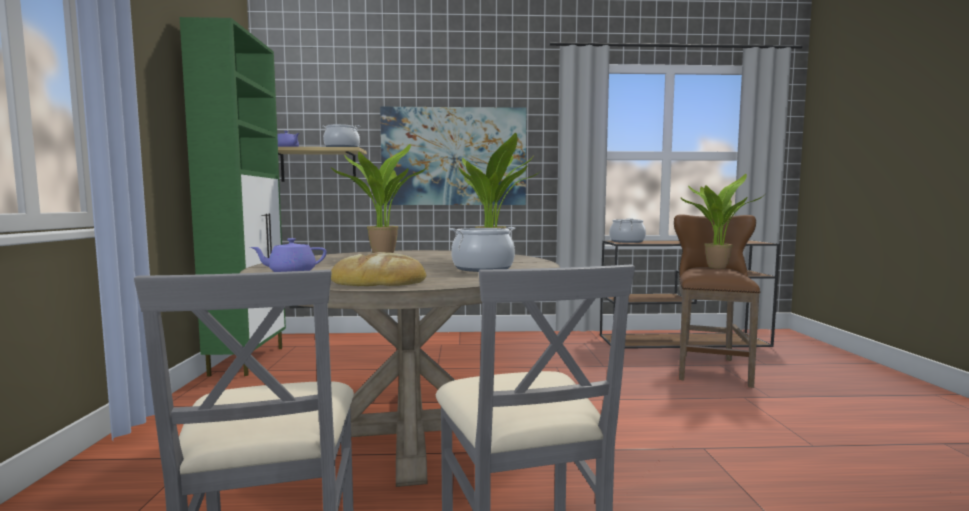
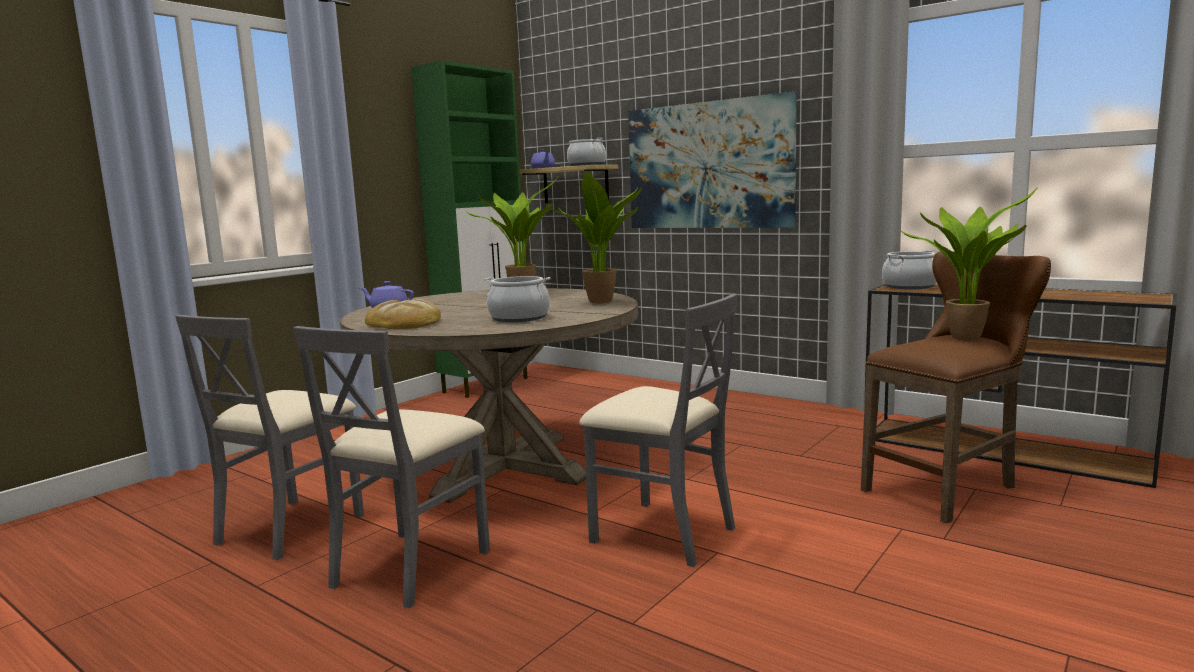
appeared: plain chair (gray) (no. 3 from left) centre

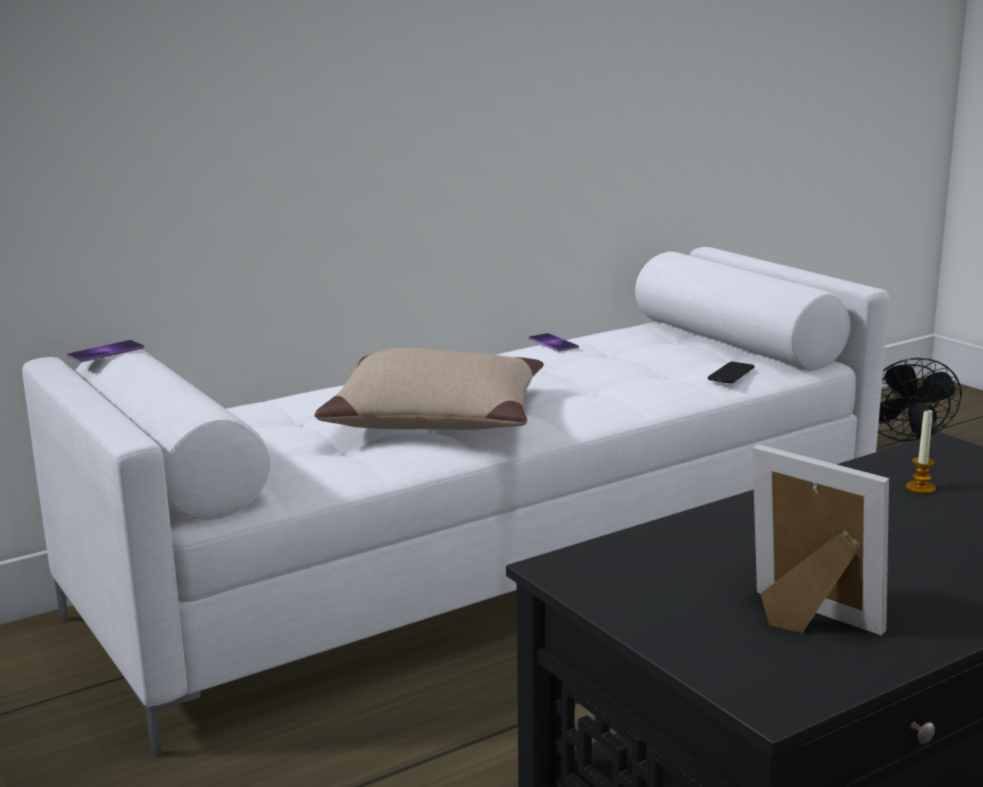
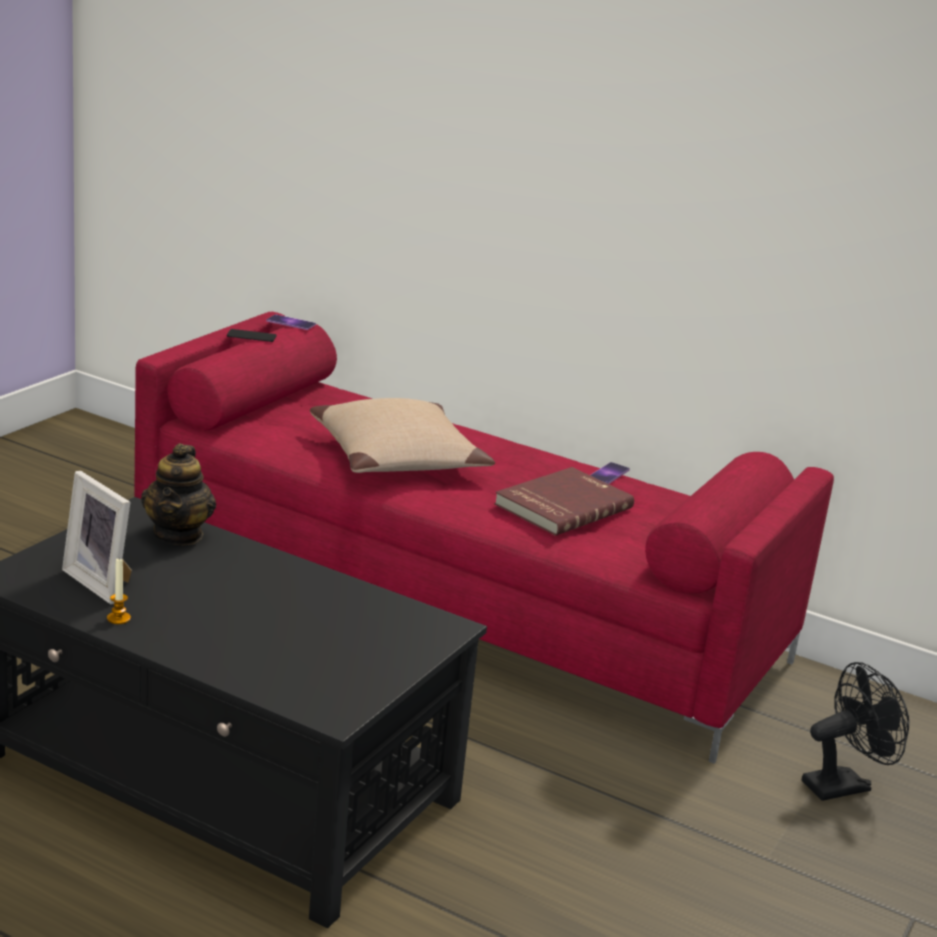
appeared: tea pot middle left; bound book (red-coloured) centre
relocated: telephone (no. 3 from left in the first image) middle right to telephone (no. 1 from left) middle left; candle middle right to middle left
colour: sofa (white-coloured) centre to sofa (red-coloured) centre
spun: picture frame bottom right = middle left 120 degrees clockwise

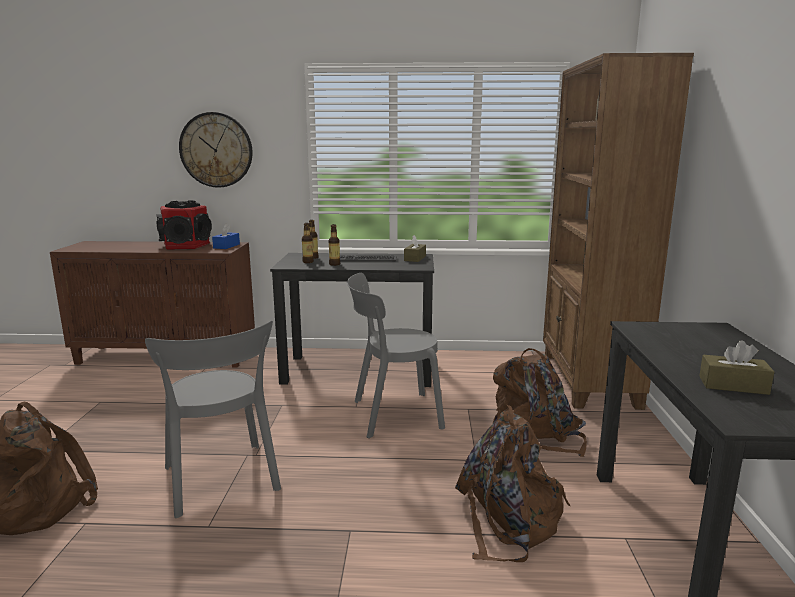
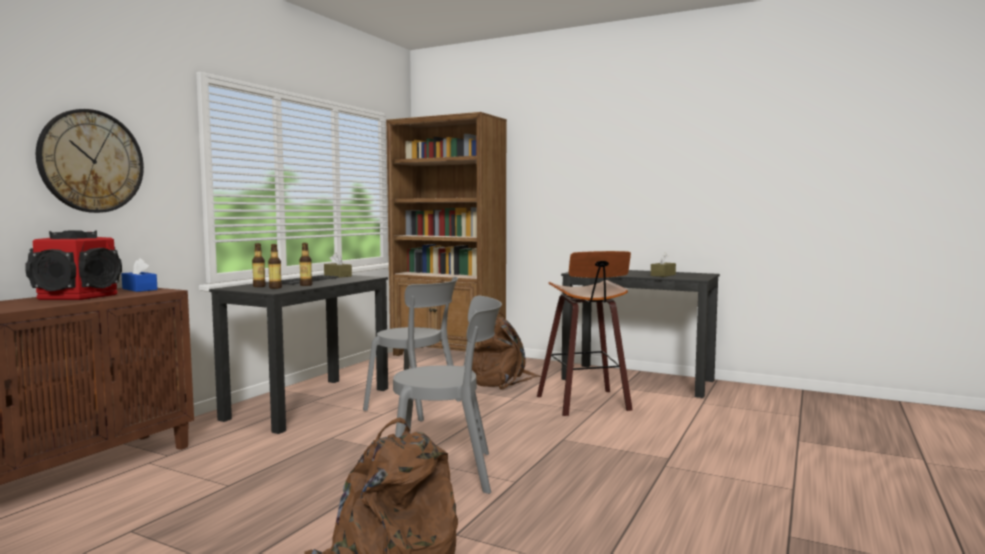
exchanged: knapsack (brownish) (no. 2 from left) bottom centre to stool seat centre
spun: plain chair (gray) (no. 2 from left in the first image) centre = centre 75 degrees counterclockwise

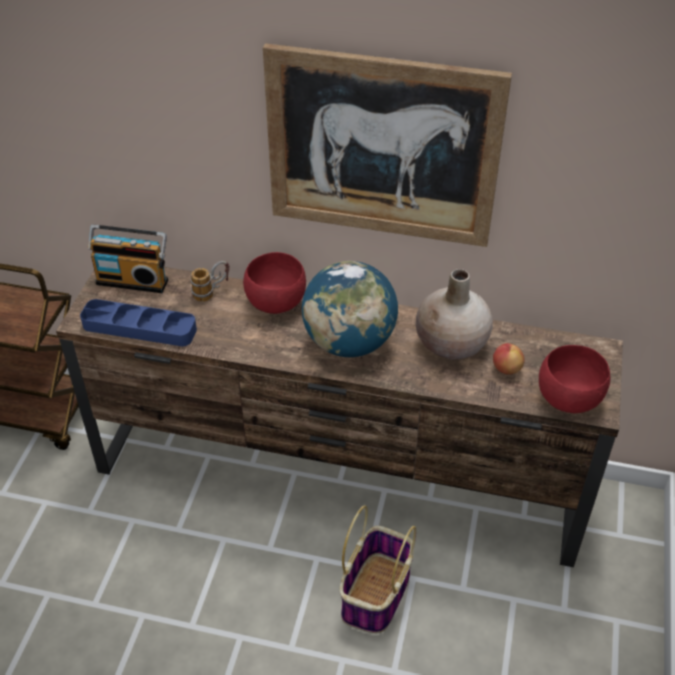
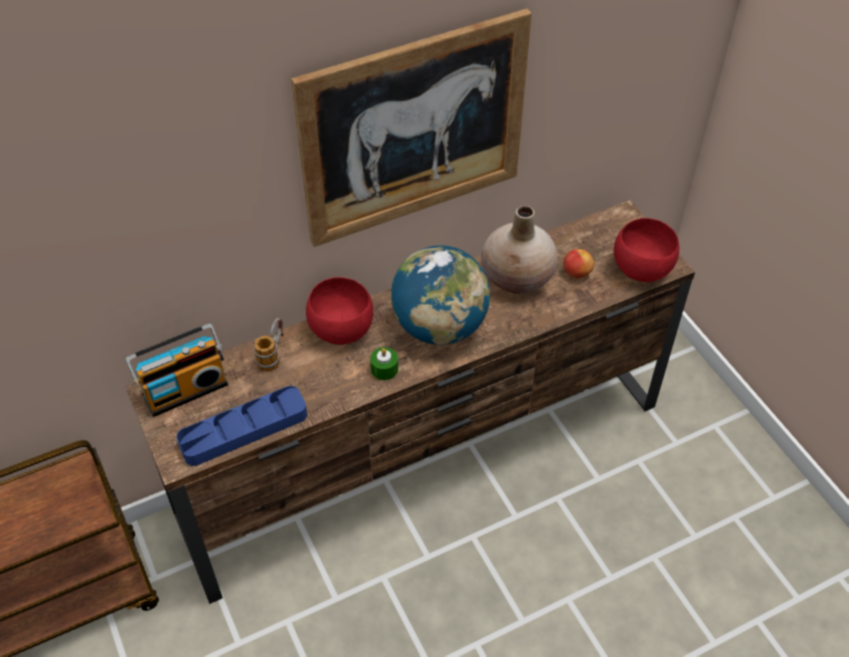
missing: basket bottom centre
appeared: candle (greenish) centre

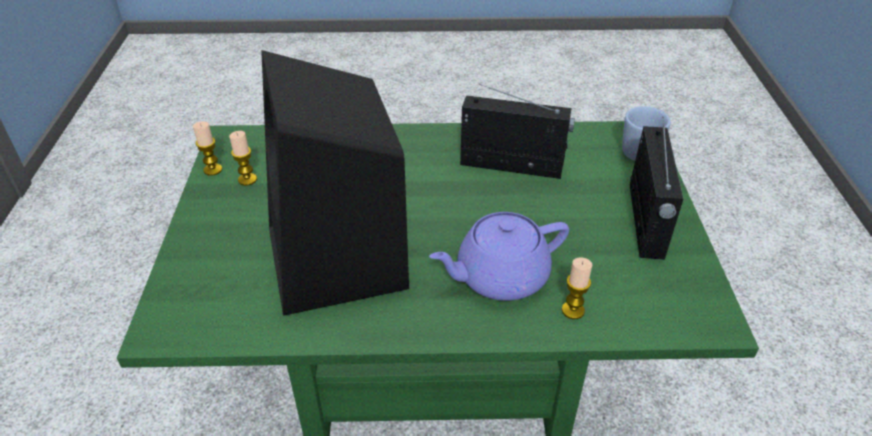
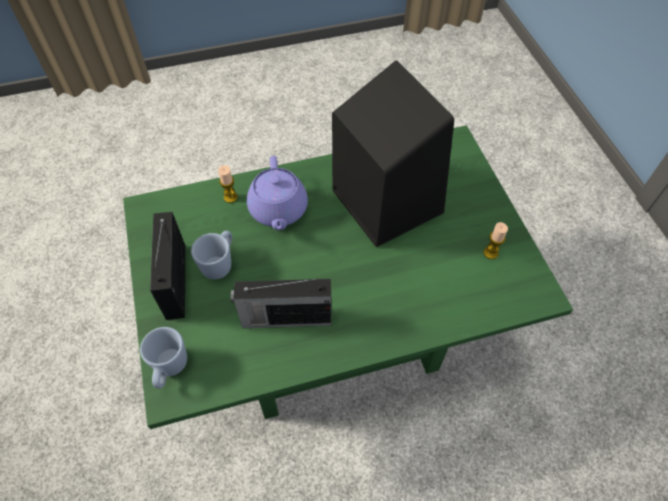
missing: candle (no. 1 from left) middle left
appeared: tea mug (blue-coloured) (no. 2 from left) middle left
spun: tea pot (purplish) centre = centre 120 degrees clockwise

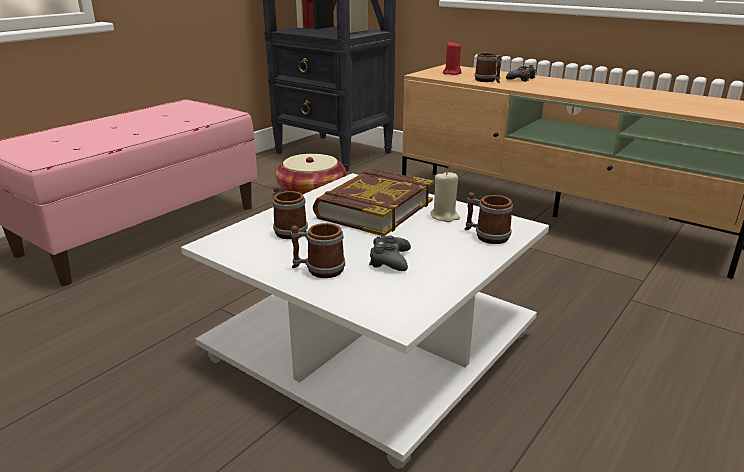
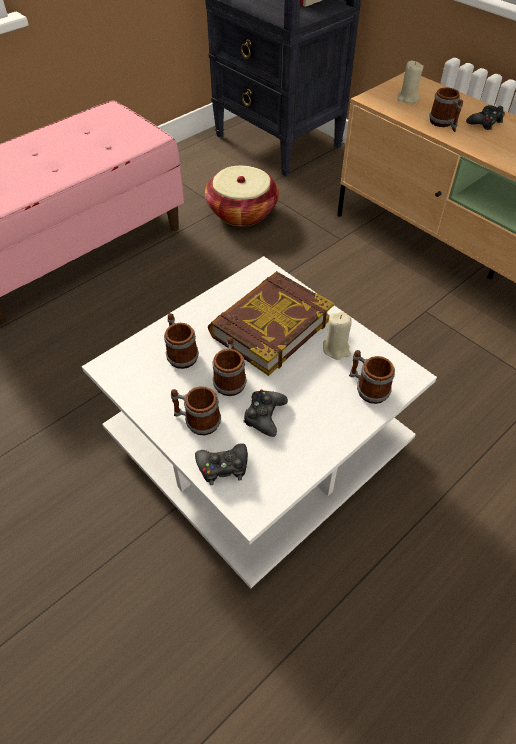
appeared: joypad (blackish) (no. 1 from left) centre; tea mug (no. 3 from left) centre
colour: candle (red-coloured) top centre to candle (beige) (no. 2 from left) top right

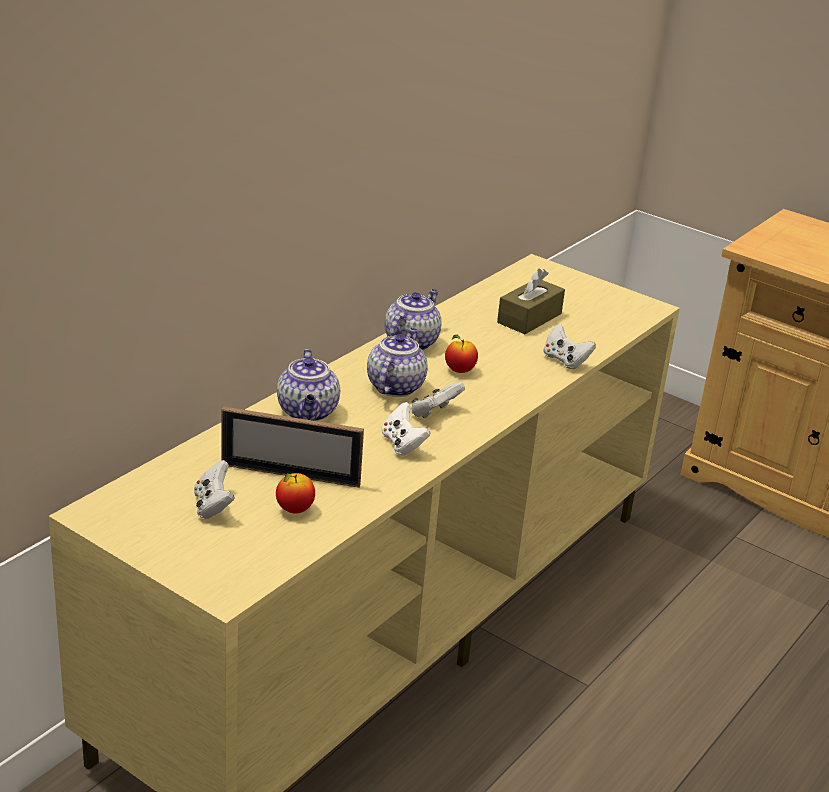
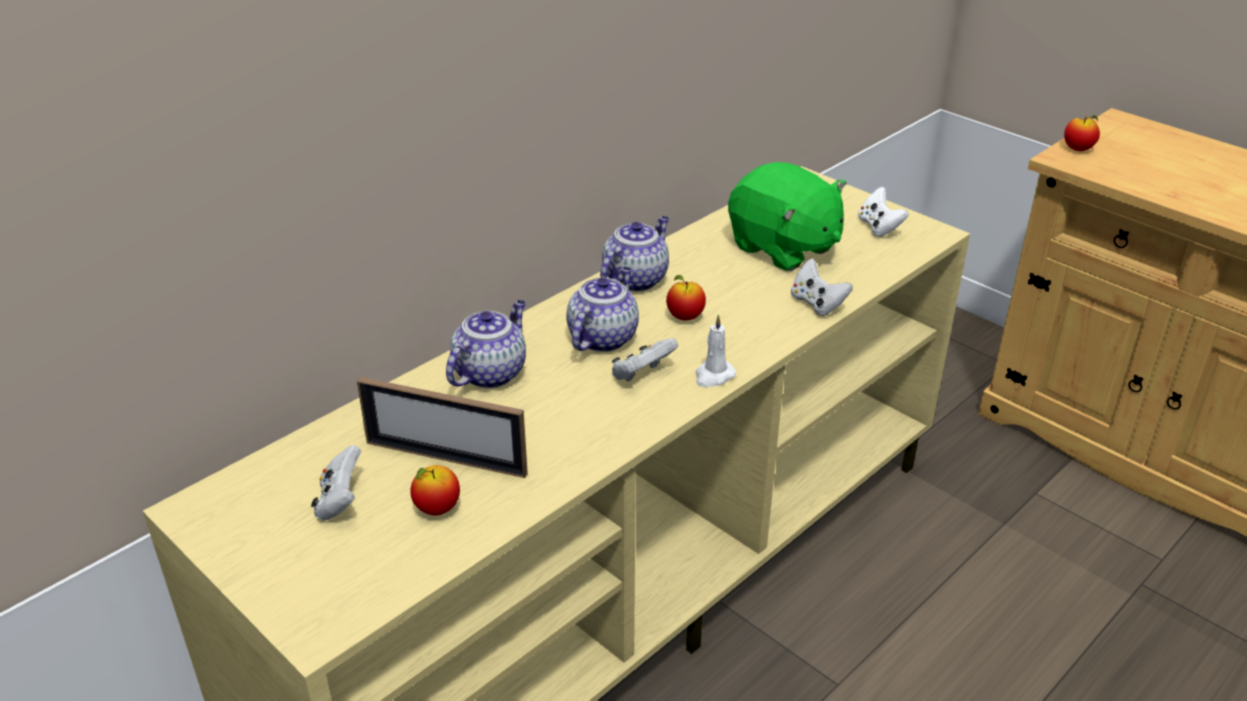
appeared: candle (white-coloured) centre; apple fruit (no. 3 from left) top right
relocated: joypad (white-coloured) (no. 2 from left in the first image) centre to joypad (white-coloured) (no. 4 from left) top right
exchanged: tissue holder (brownish) centre to cuddly toy (greenish) top centre
spun: tea pot (no. 1 from left) centre = centre 150 degrees counterclockwise

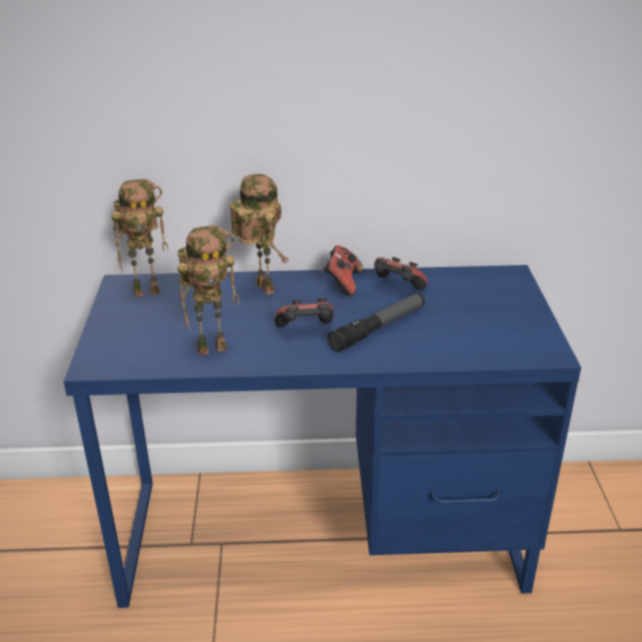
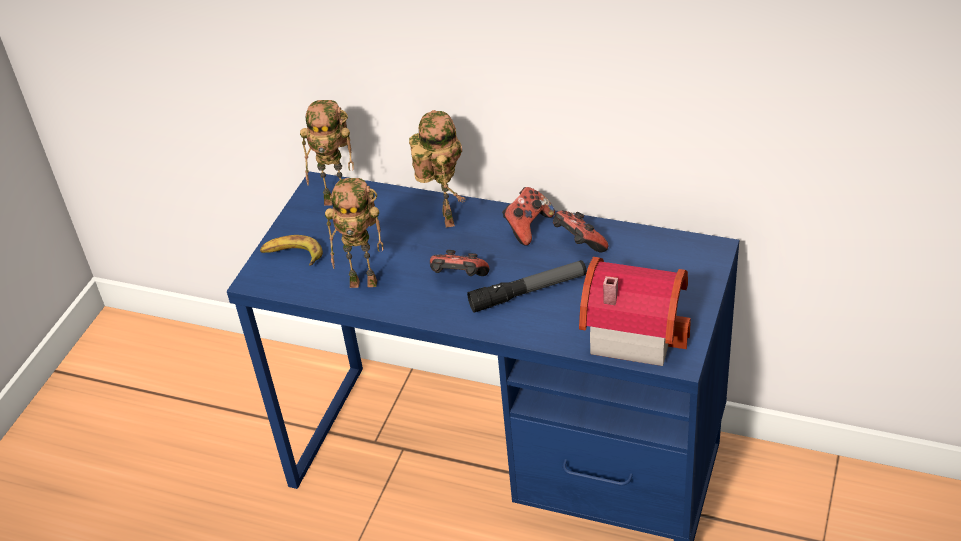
appeared: banana middle left; model house centre

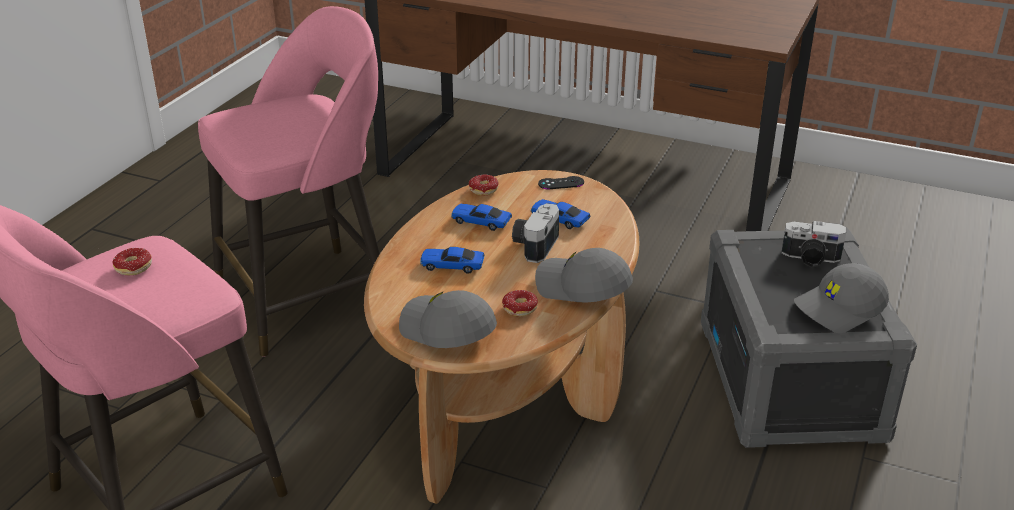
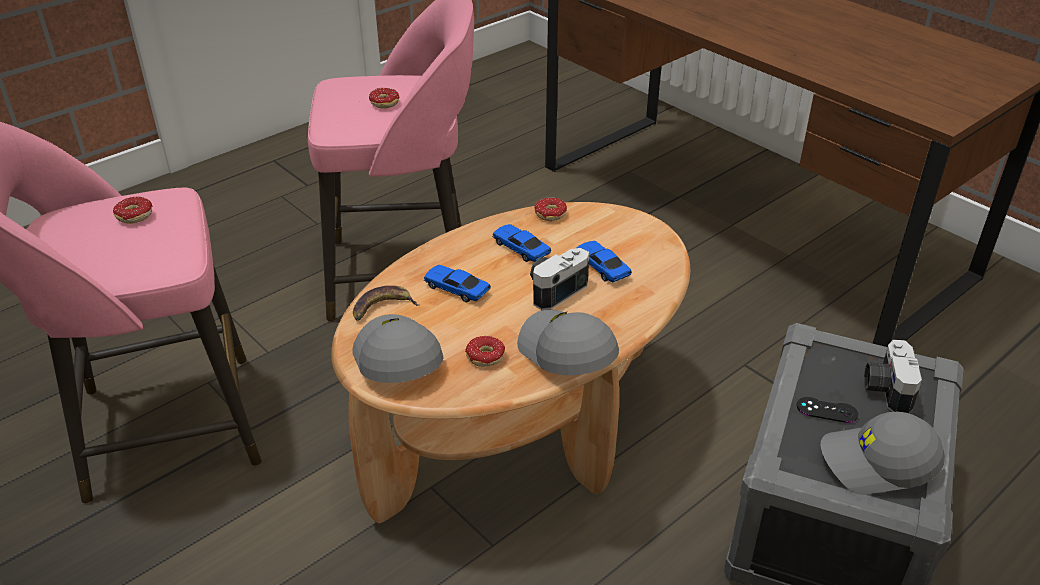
appeared: banana centre; donut (no. 2 from left) top centre
relocated: joypad (blackish) centre to bottom right
spun: photo camera (no. 2 from left) middle right = middle right 60 degrees clockwise

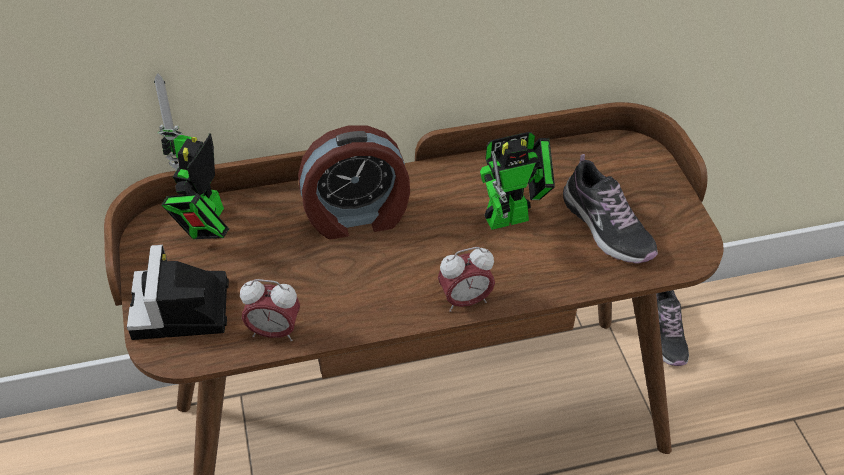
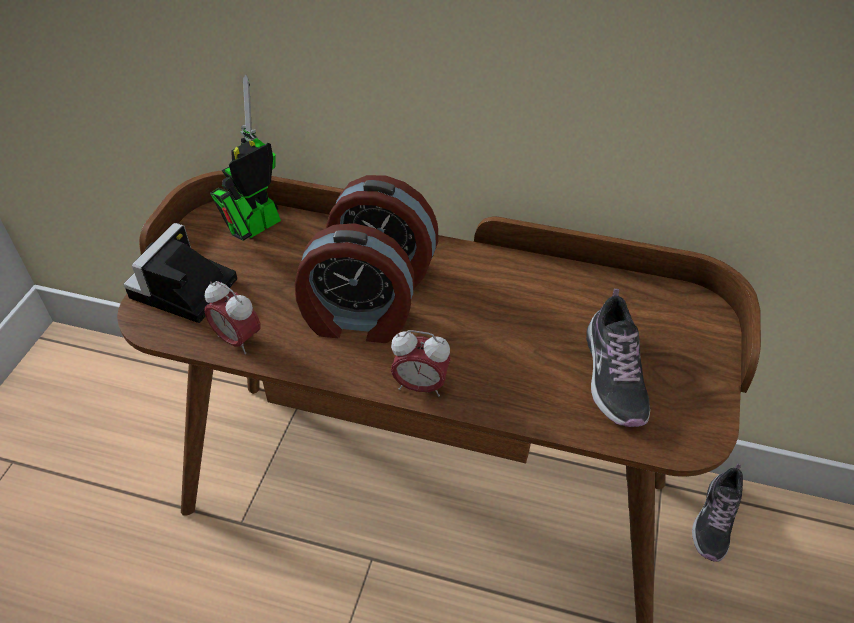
missing: toy robot (no. 2 from left) centre
appeared: bedside clock (no. 2 from left) centre

